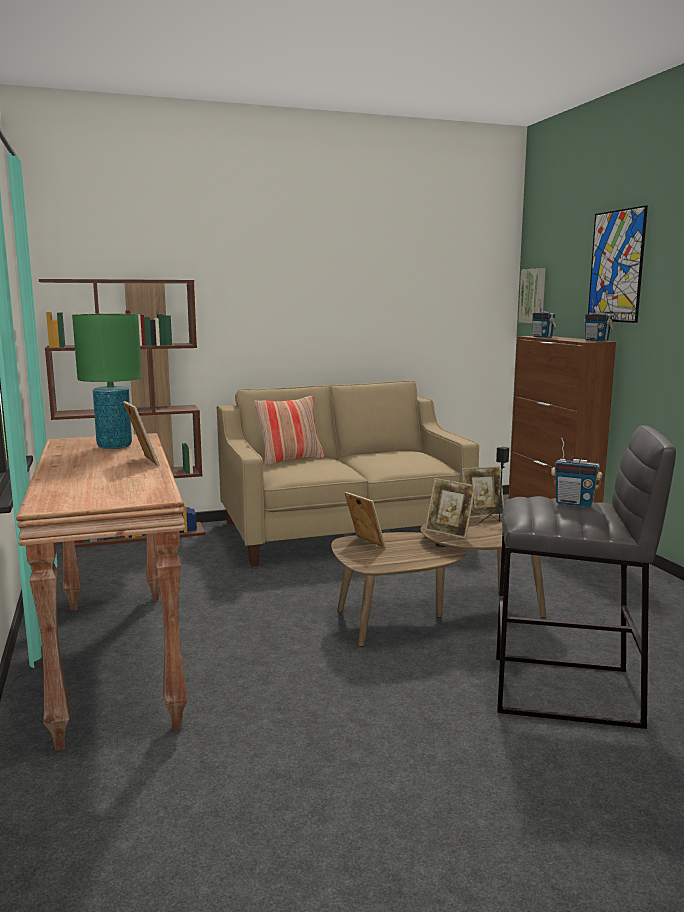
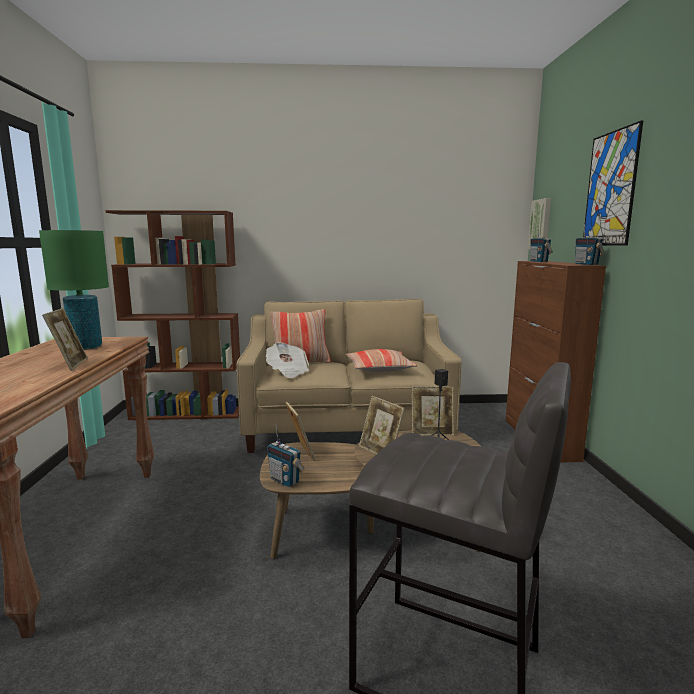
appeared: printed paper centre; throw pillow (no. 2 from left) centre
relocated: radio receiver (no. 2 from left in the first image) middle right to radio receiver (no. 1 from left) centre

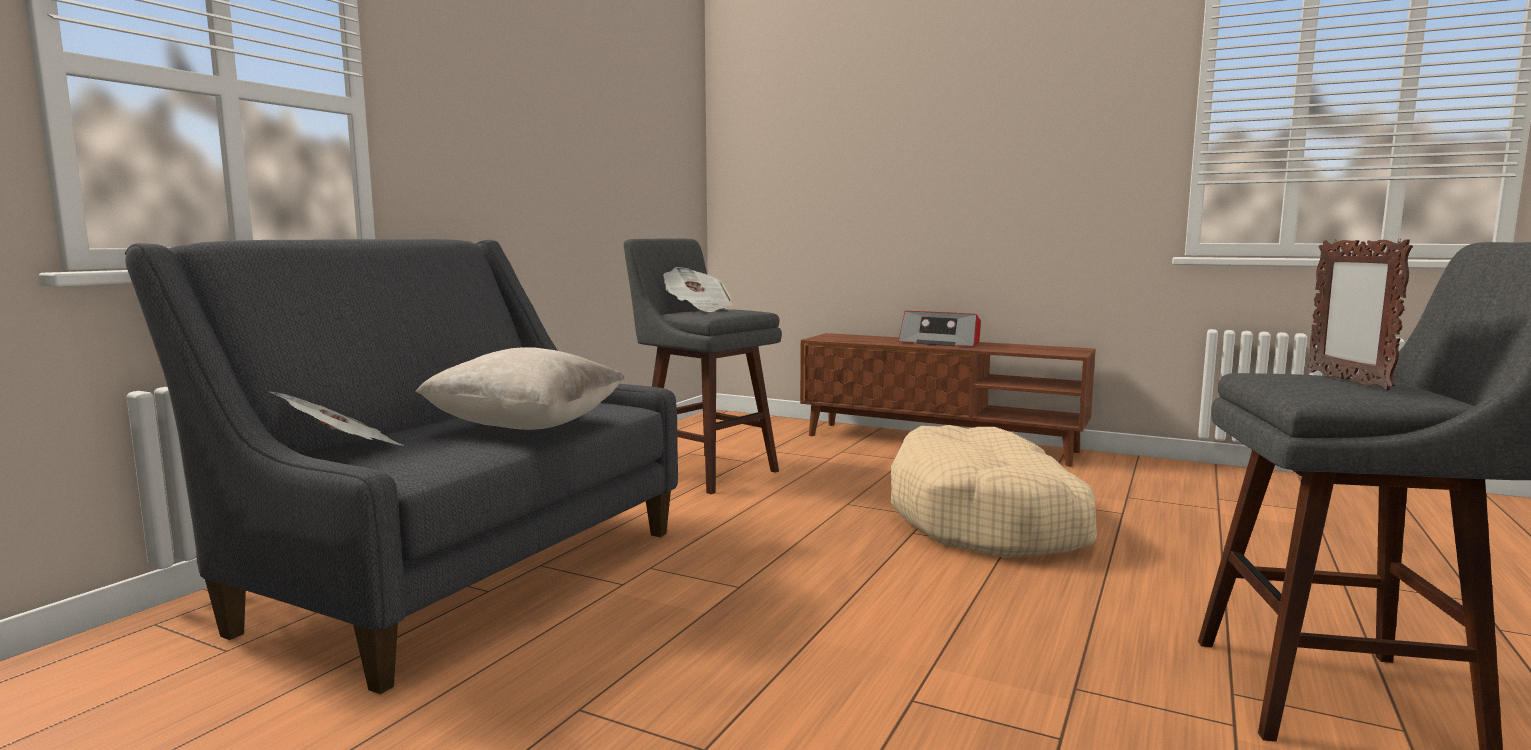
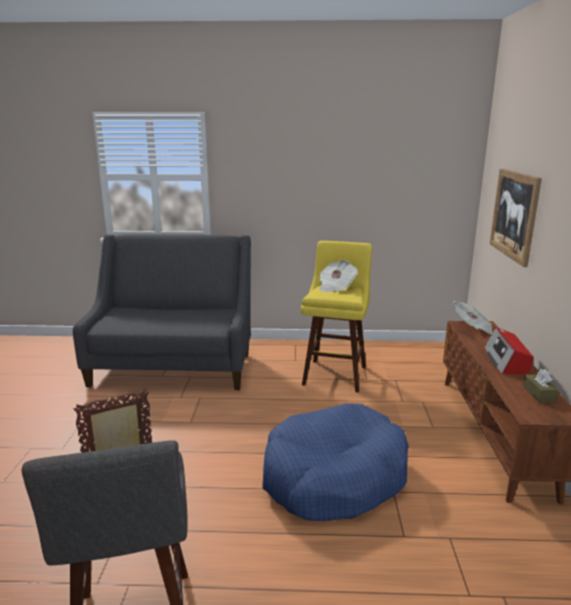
missing: throw pillow (beige) centre
appeared: picture middle right; tissue holder (brownish) middle right
relocated: printed paper (no. 1 from left in the first image) middle left to printed paper (no. 2 from left) middle right
colour: stool seat (gray) (no. 1 from left) centre to stool seat (yellowish) centre; dog cushion (beige) centre to dog cushion (blue-coloured) bottom centre

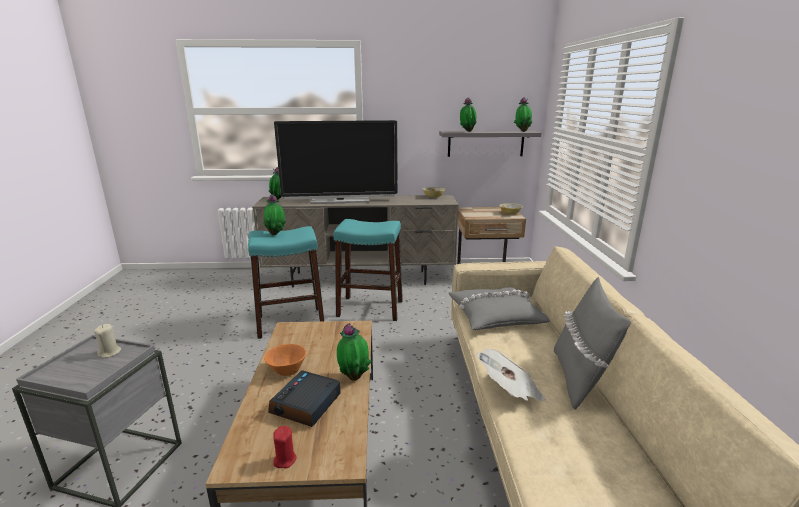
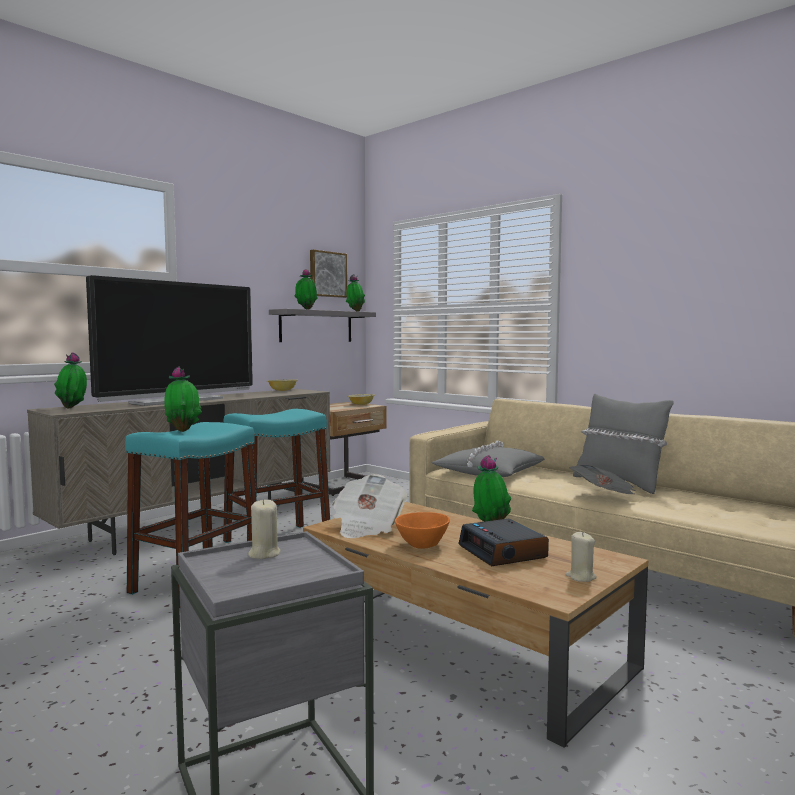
appeared: picture centre; printed paper (no. 1 from left) centre
colour: candle (red-coloured) bottom centre to candle (beige) (no. 2 from left) bottom right

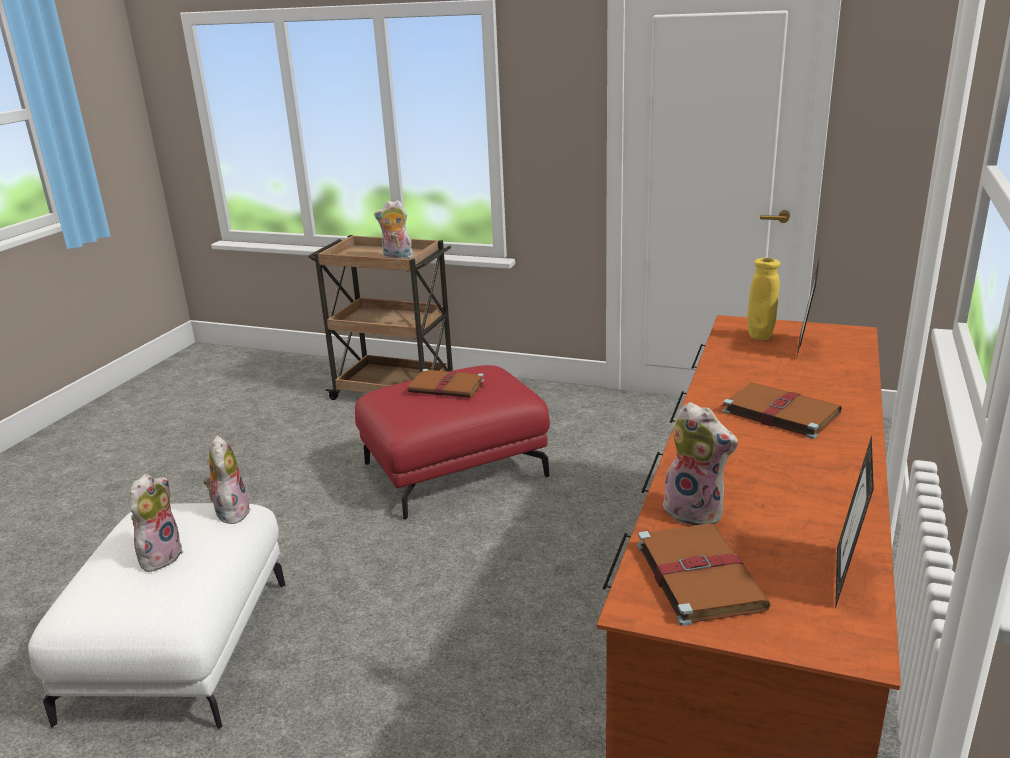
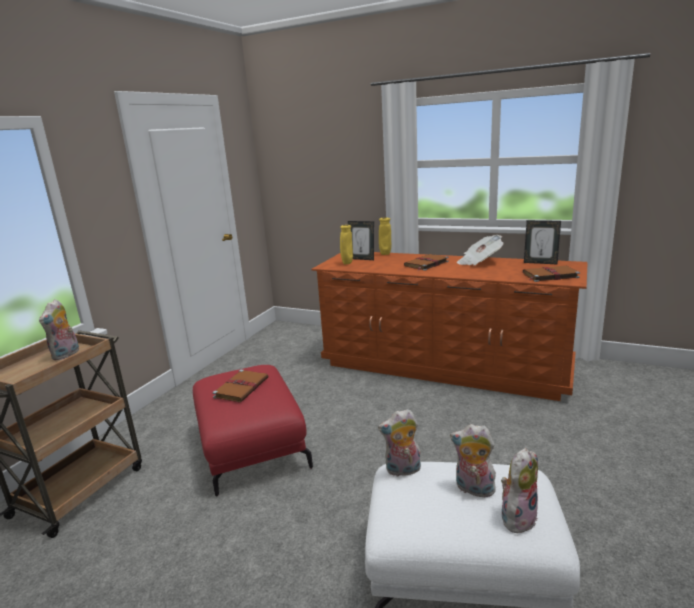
appeared: flower vase (yellowish) (no. 2 from left) centre; printed paper middle right
relocated: cuddly toy (no. 4 from left) middle right to bottom right

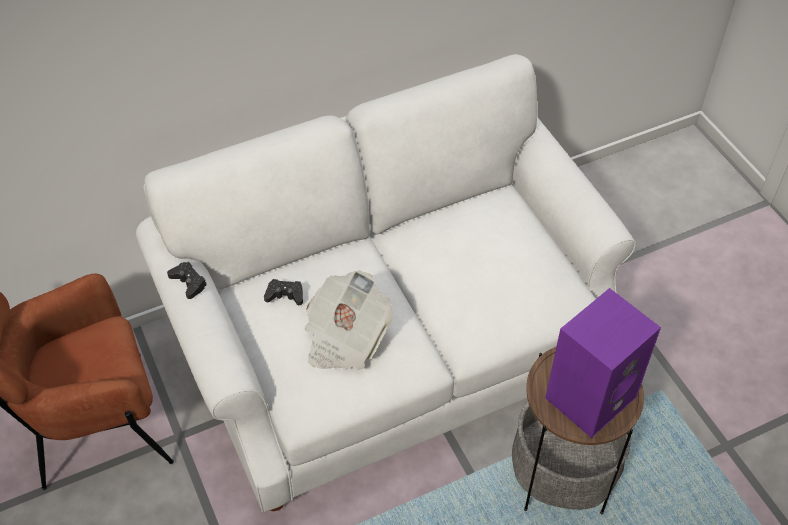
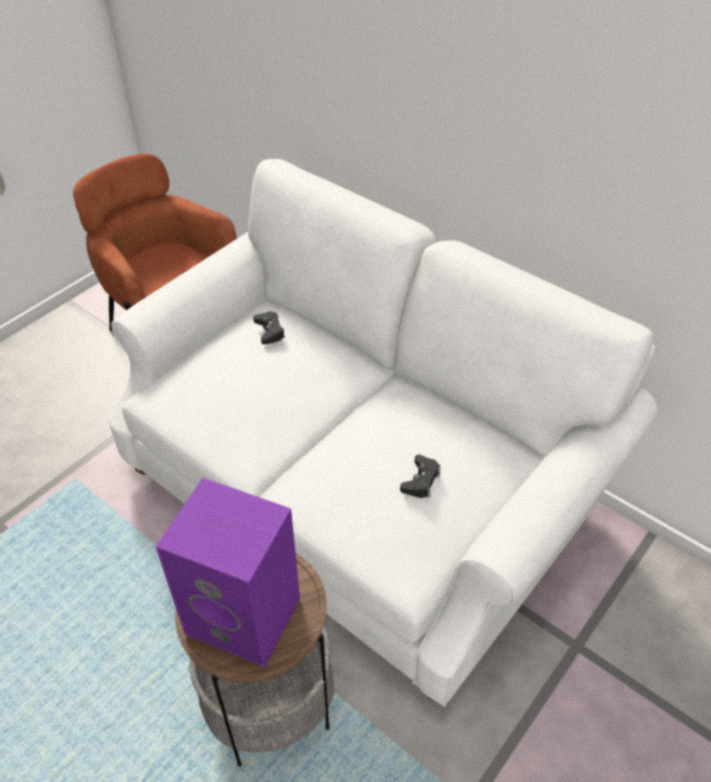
missing: printed paper centre
relocated: joypad (blackish) (no. 1 from left in the first image) middle left to joypad (blackish) (no. 2 from left) centre

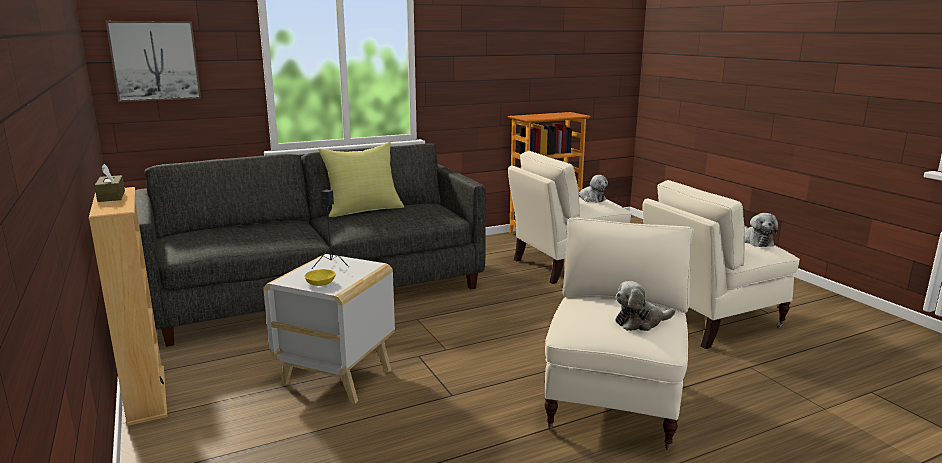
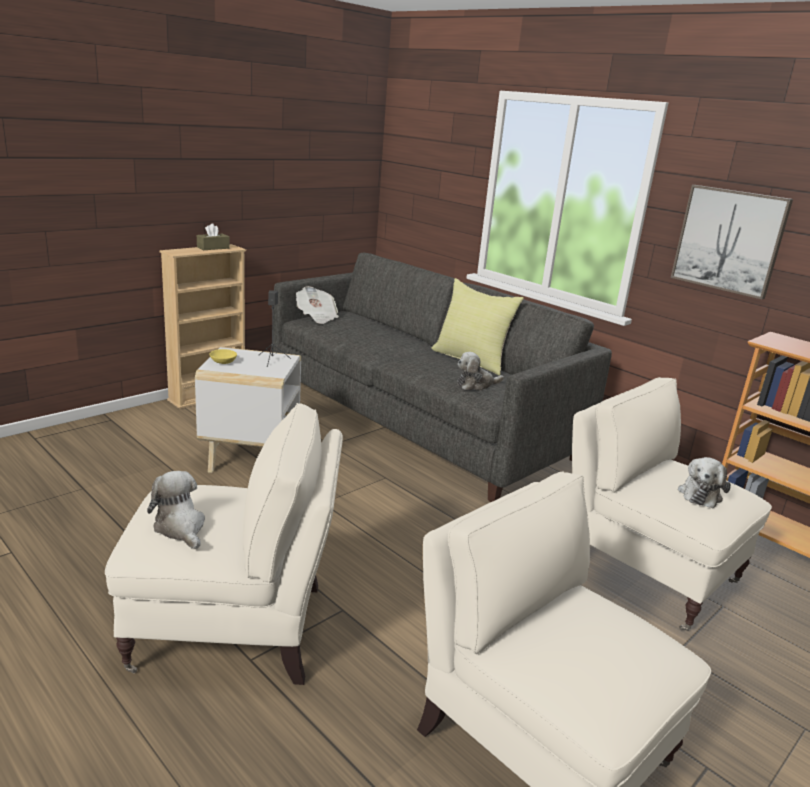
appeared: printed paper centre
relocated: picture top left to top right; cuddly toy (no. 3 from left in the first image) middle right to cuddly toy (no. 2 from left) centre

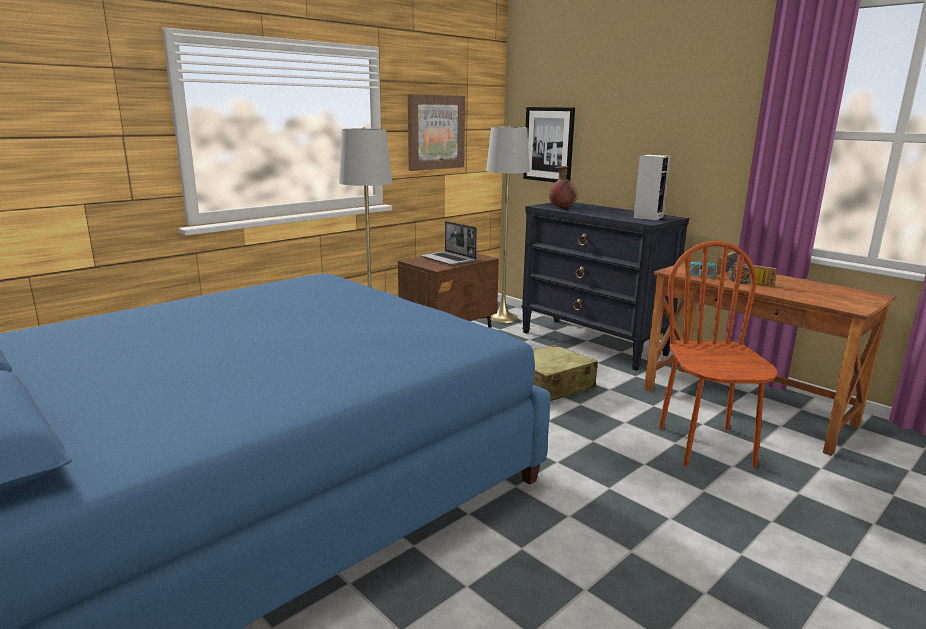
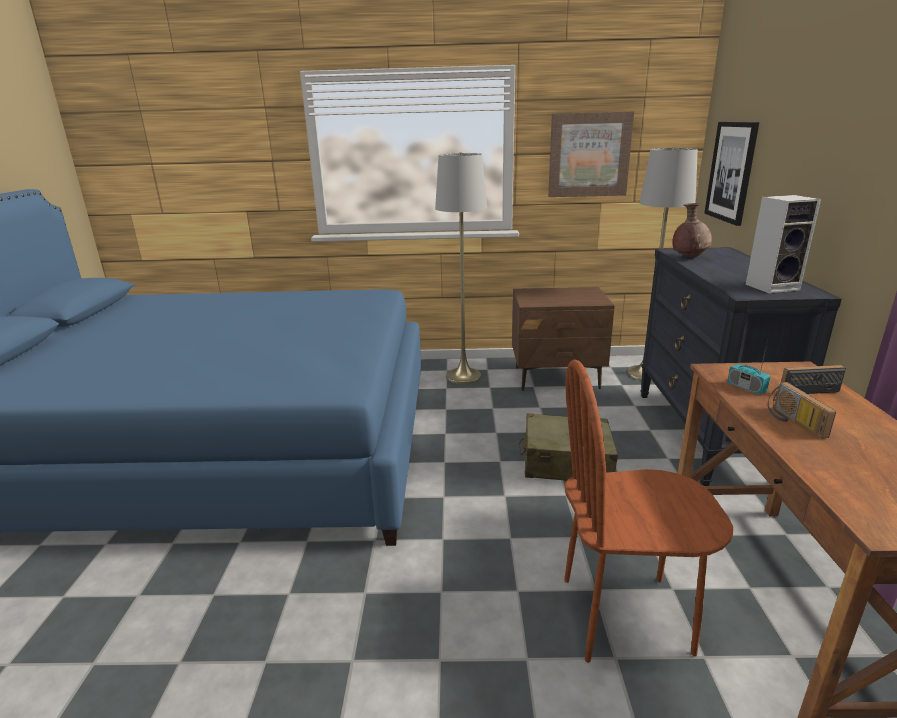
missing: notebook computer centre
spun: plain chair (brownish) middle right = bottom right 135 degrees counterclockwise

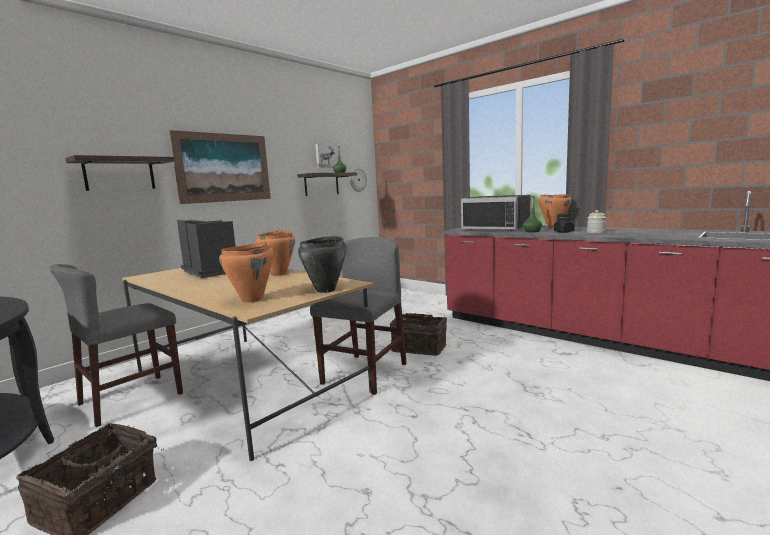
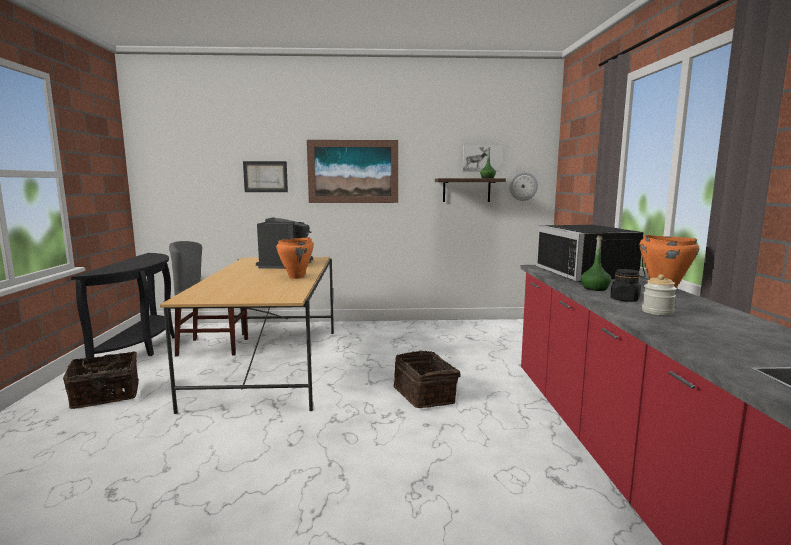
missing: stockpot (orangey) (no. 1 from left) middle left; stockpot (blackish) centre; plain chair (gray) (no. 2 from left) centre
exchanged: wall shelf (no. 1 from left) top left to picture (no. 1 from left) top centre

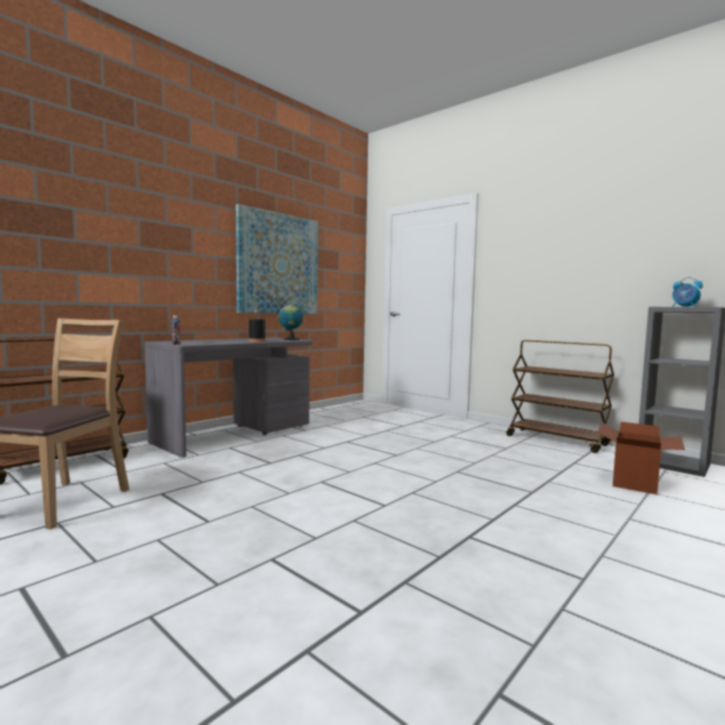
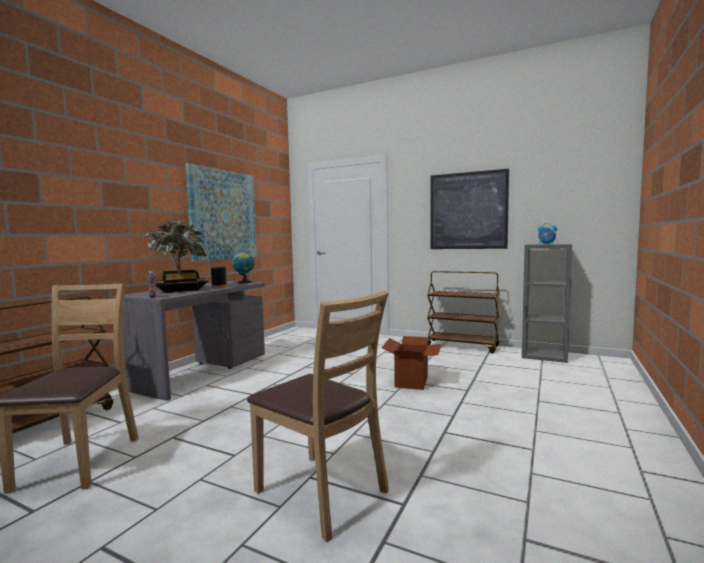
appeared: potted plant middle left; plain chair (brownish) (no. 2 from left) bottom centre; picture (no. 2 from left) centre
relocated: packing box middle right to centre

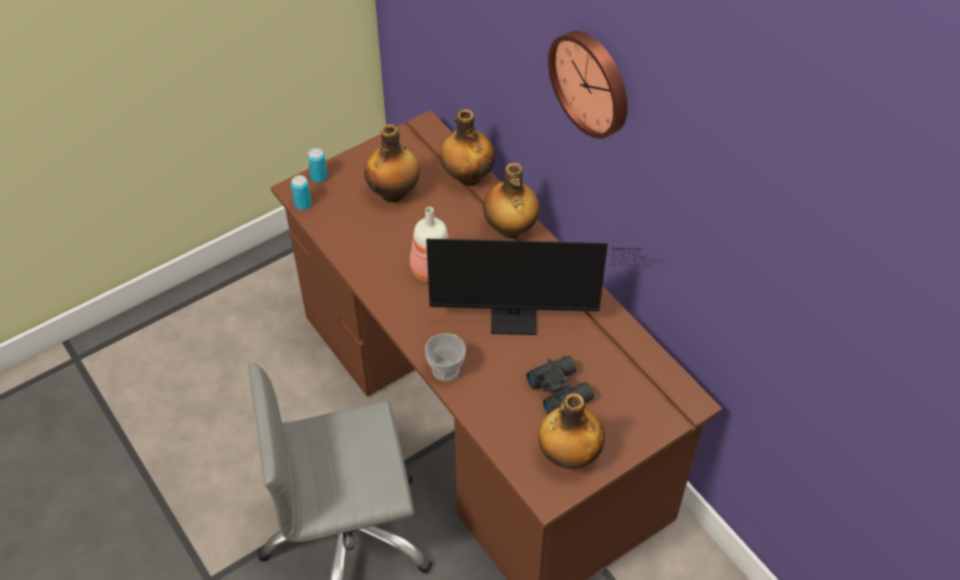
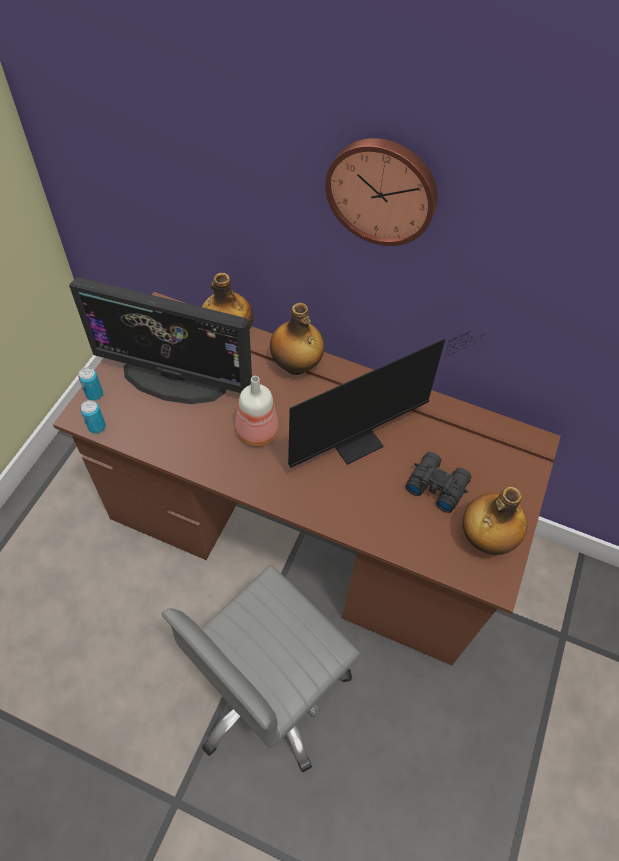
missing: small cup centre
exchanged: bottle (no. 1 from left) top centre to monitor (no. 1 from left) middle left

